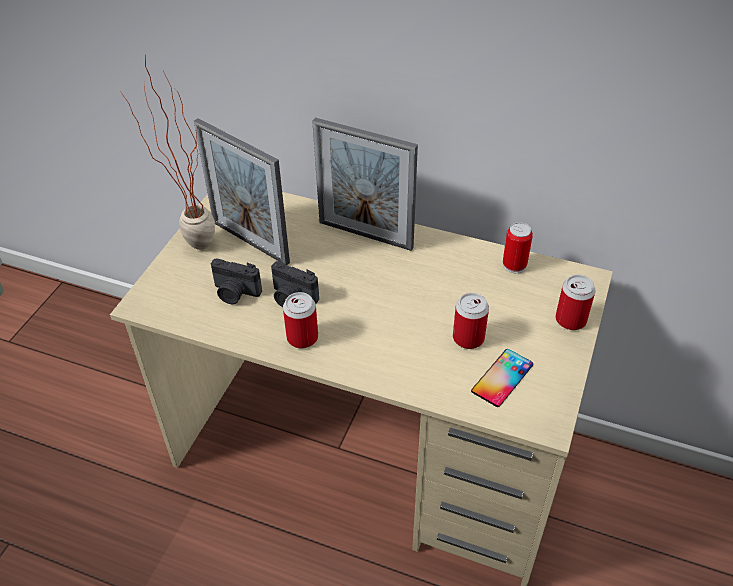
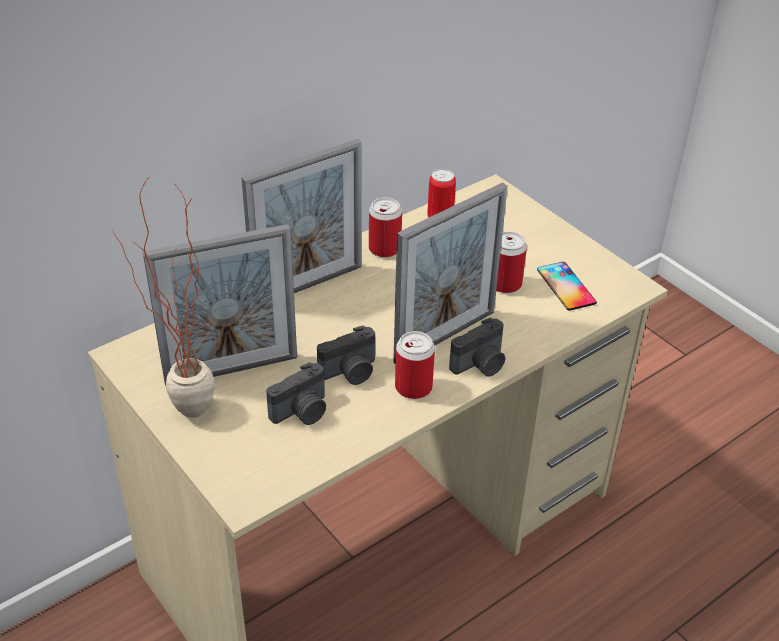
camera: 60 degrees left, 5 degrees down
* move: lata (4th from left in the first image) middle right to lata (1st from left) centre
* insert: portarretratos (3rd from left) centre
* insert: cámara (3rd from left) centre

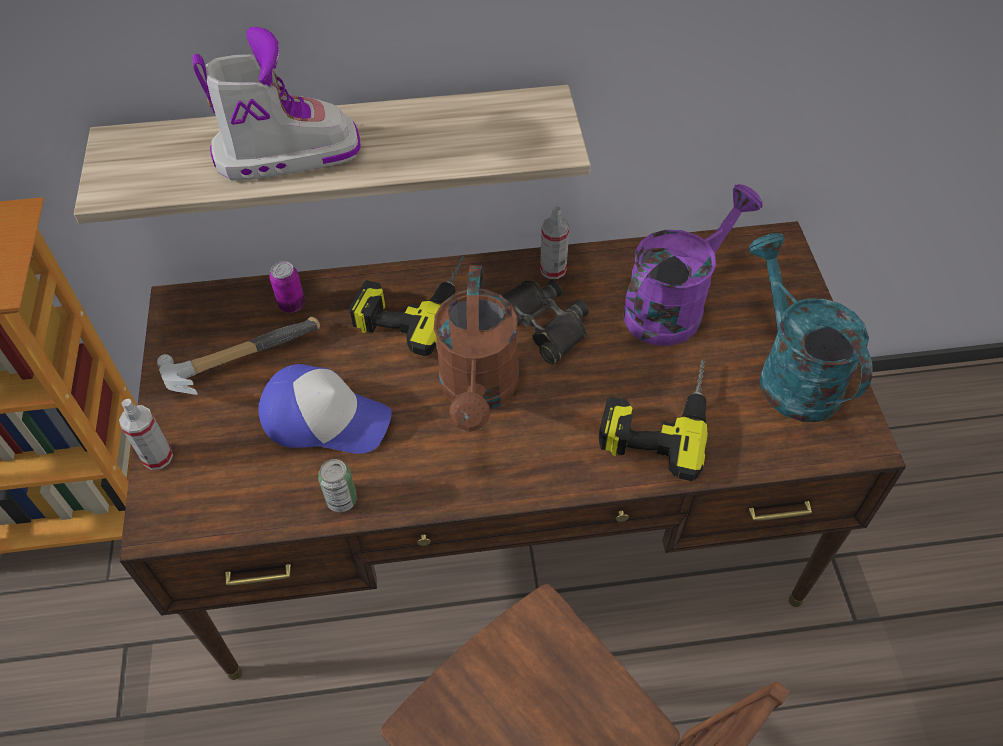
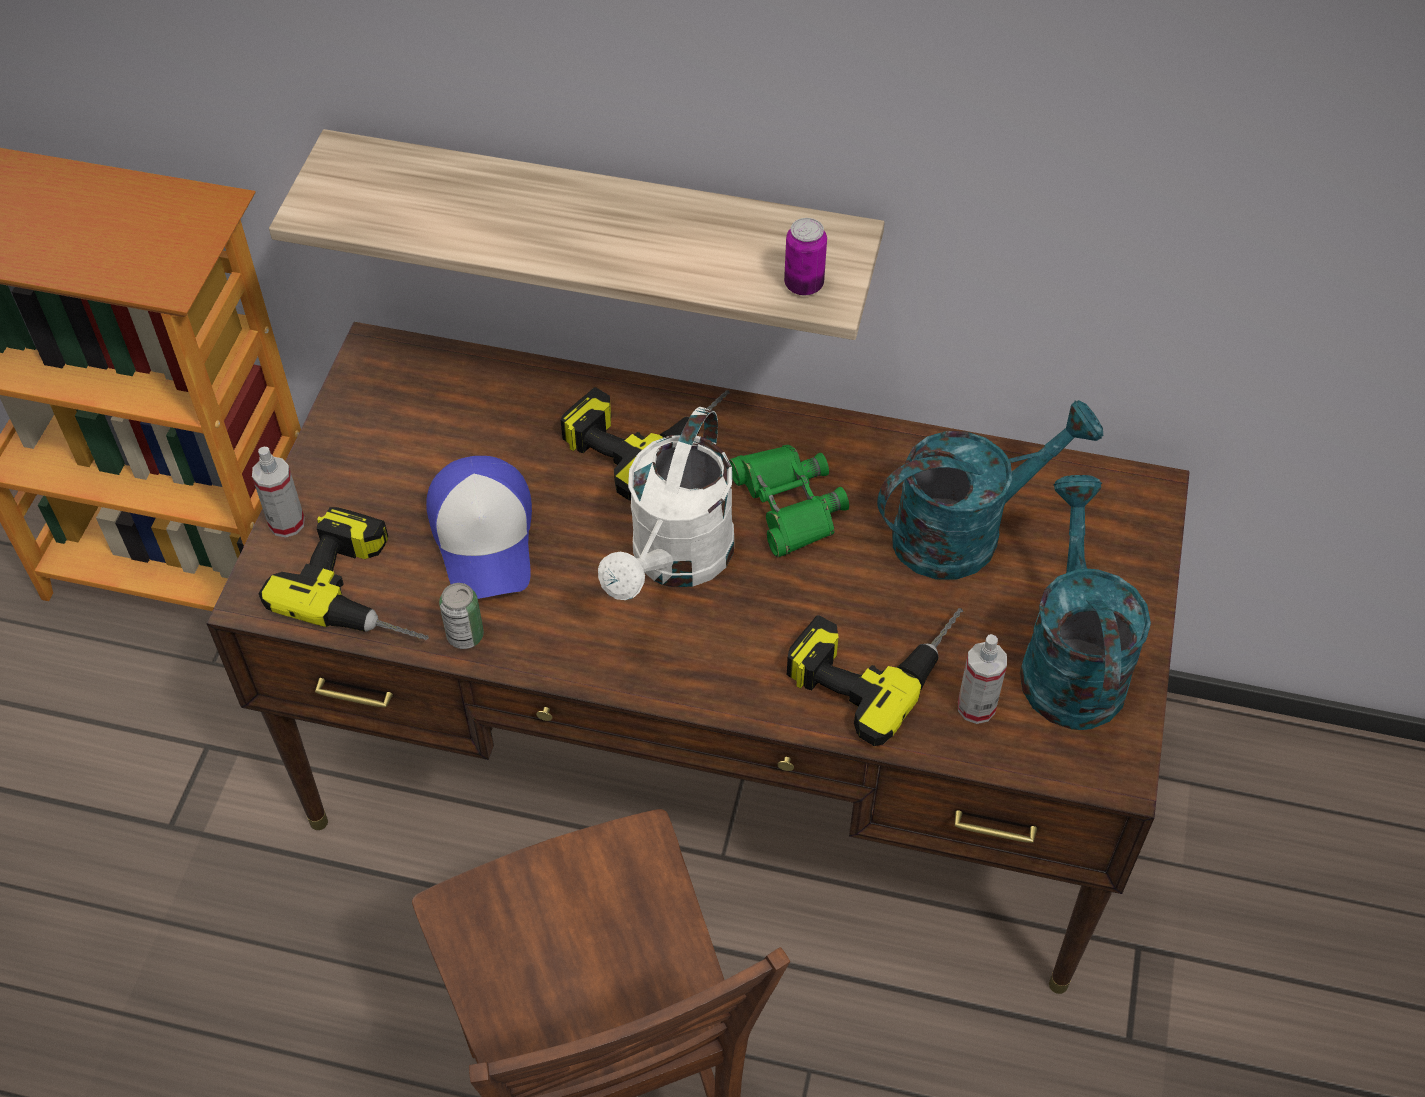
camera: 20 degrees right, 0 degrees up
* delete: bota top left
* recolor: regadera/morado middle right to regadera/turquesa (1st from left) middle right
* move: pulverizador (2nd from left) top centre to middle right
* move: lata (1st from left in the first image) middle left to lata (2nd from left) top centre
* recolor: regadera/marrón centre to regadera/blanco centre
* recolor: prismáticos/negro centre to prismáticos/verde centre
* delete: martillo middle left
* rotate: gorra middle left = centre 45 degrees clockwise
* insert: taladro (1st from left) middle left

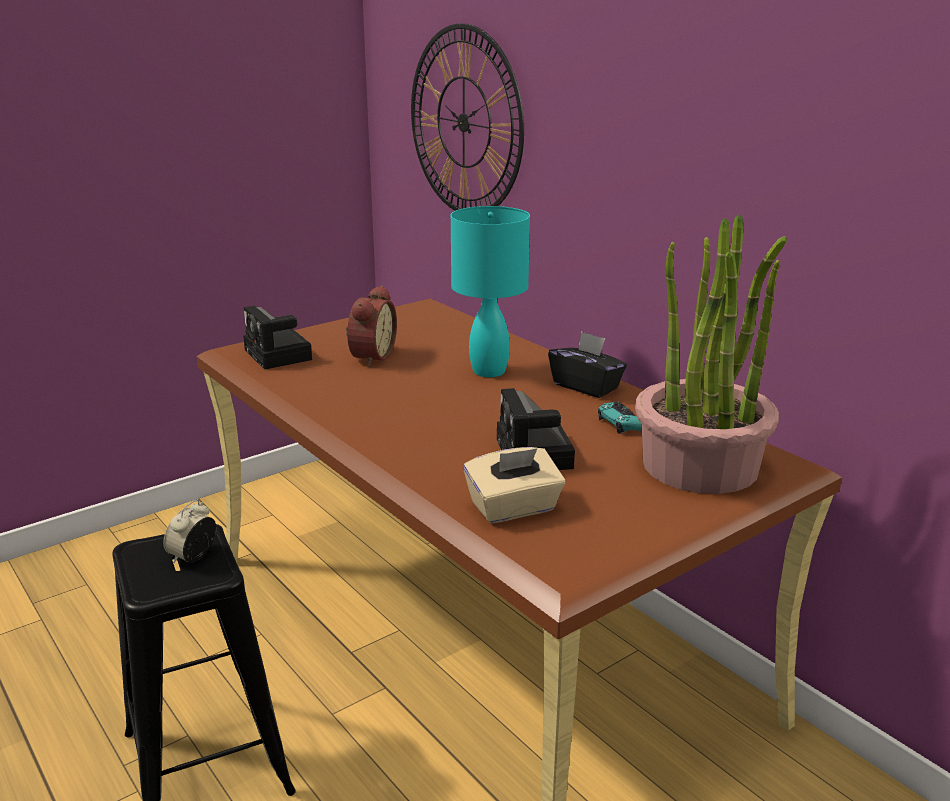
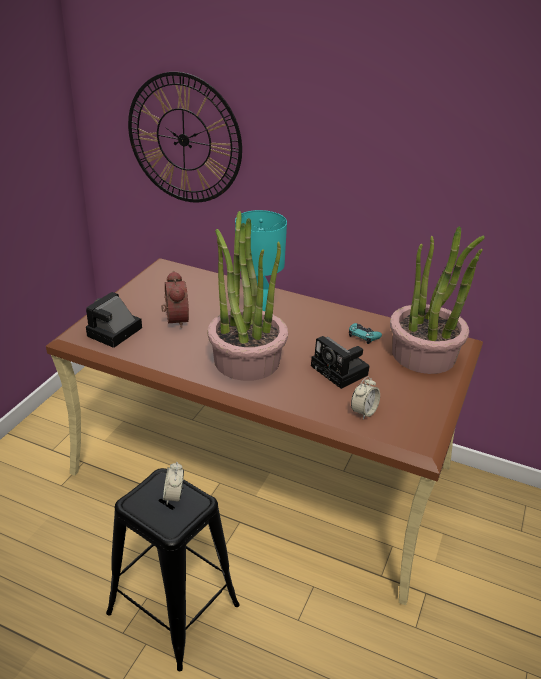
camera: 30 degrees left, 10 degrees up
* rotate: cámara (1st from left) middle left = middle left 90 degrees clockwise
* delete: caja de pañuelos/negro centre
* replace: caja de pañuelos/beis centre to despertador (3rd from left) middle right
* insert: planta en maceta (1st from left) centre

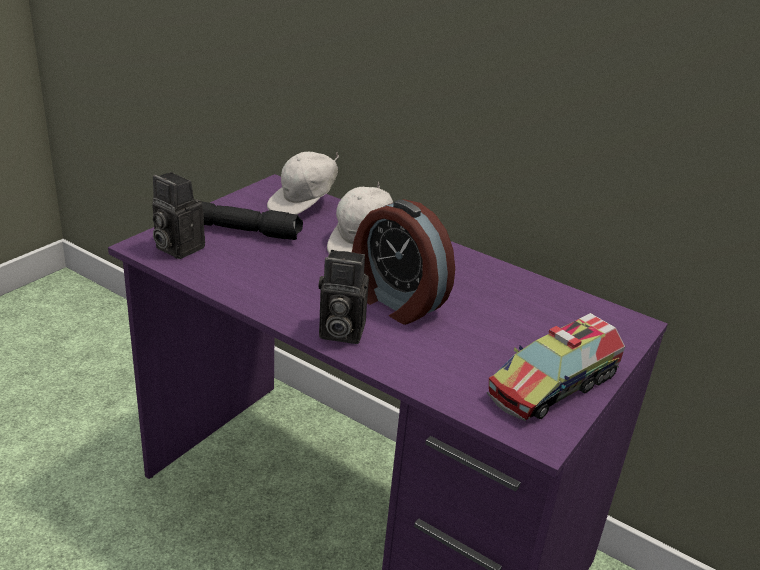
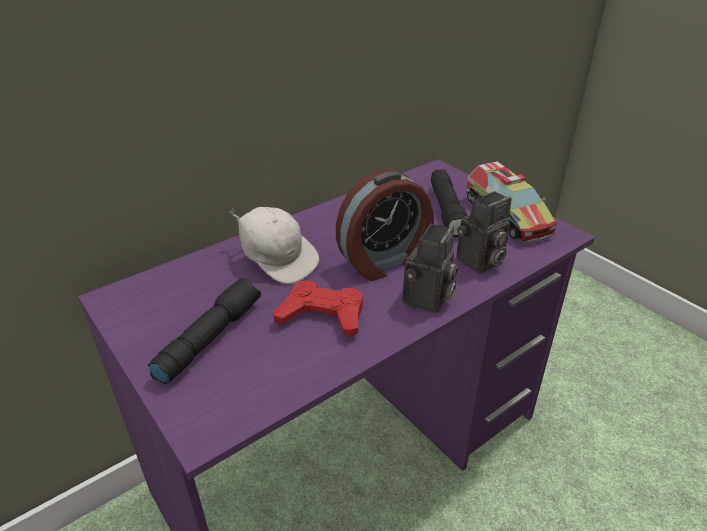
camera: 70 degrees left, 5 degrees up
* delete: gorra/blanco (1st from left) top centre
* move: cámara (1st from left in the first image) middle left to cámara (2nd from left) middle right
* insert: linterna/negro (2nd from left) centre
* insert: mando de consola/rojo centre

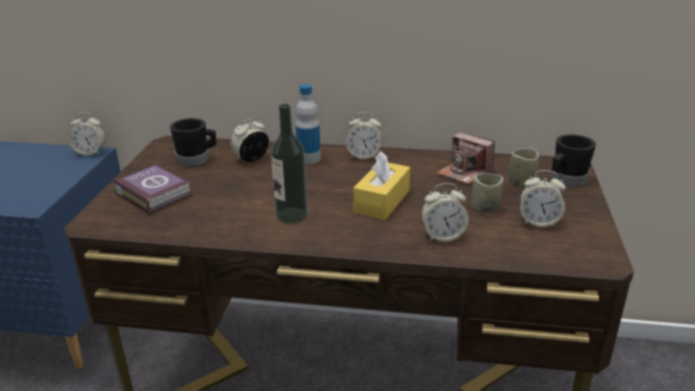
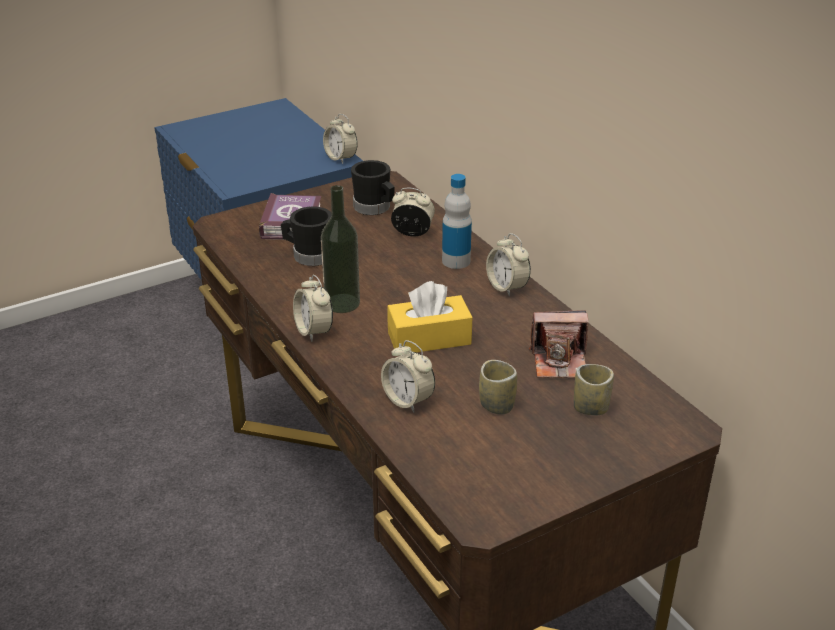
camera: 50 degrees right, 5 degrees up
* rotate: cámara middle right = middle right 90 degrees counterclockwise
* move: taza grande/negro (2nd from left in the first image) middle right to taza grande/negro (1st from left) centre
* move: despertador (5th from left in the first image) middle right to despertador (1st from left) centre

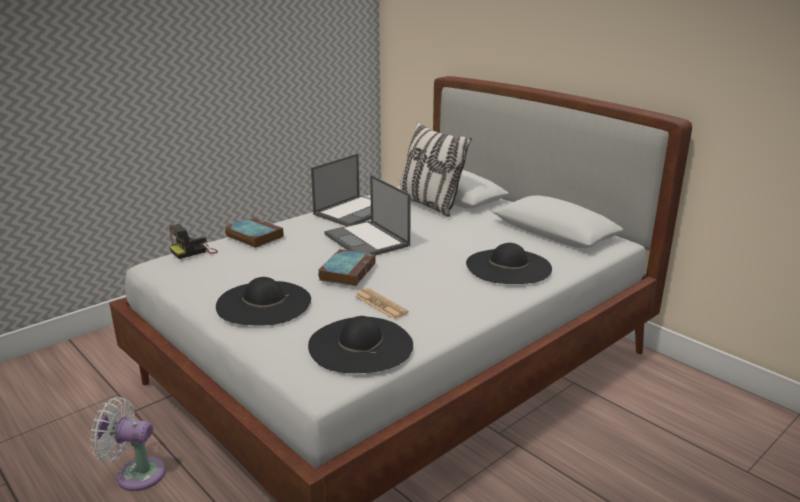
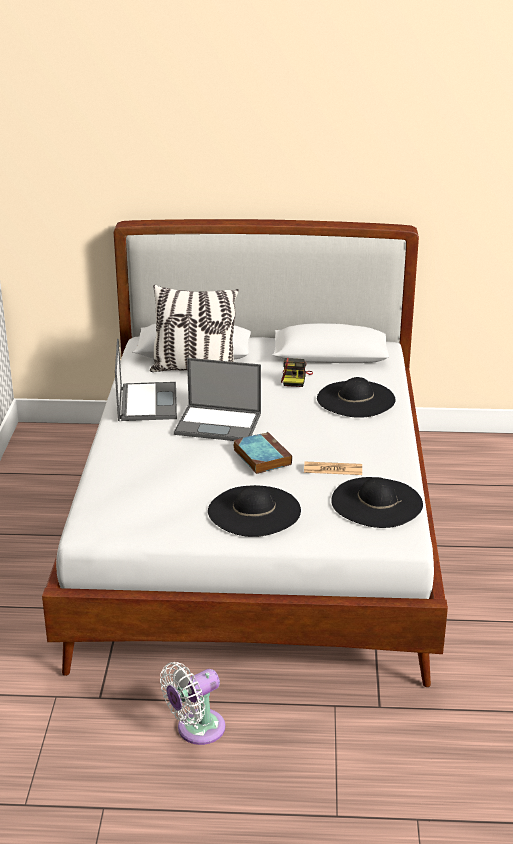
camera: 45 degrees left, 5 degrees up
* delete: libro (1st from left) middle left
* move: cámara middle left to centre

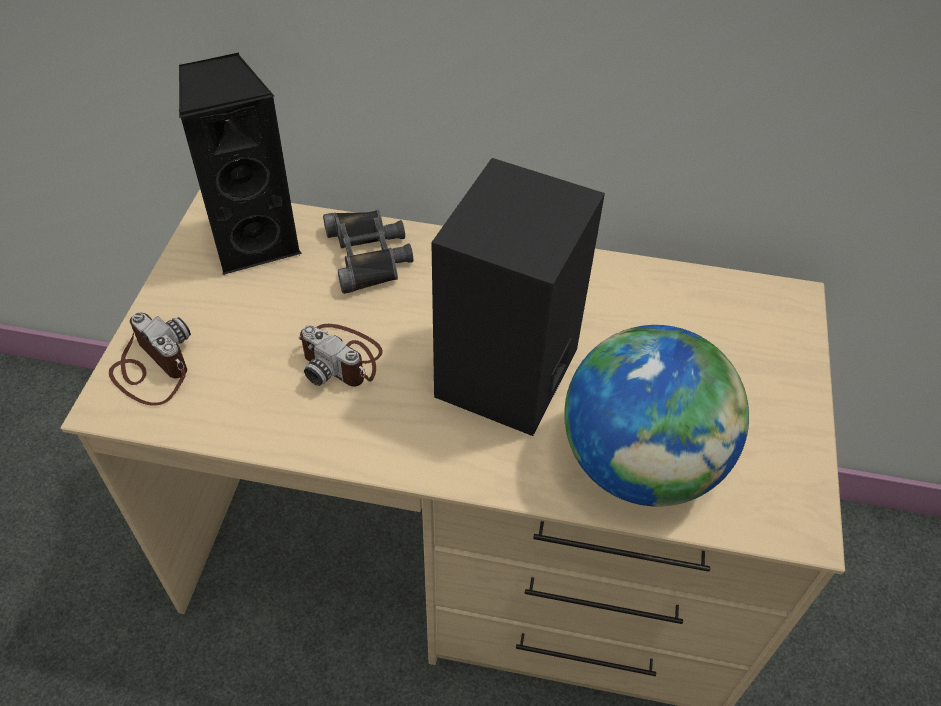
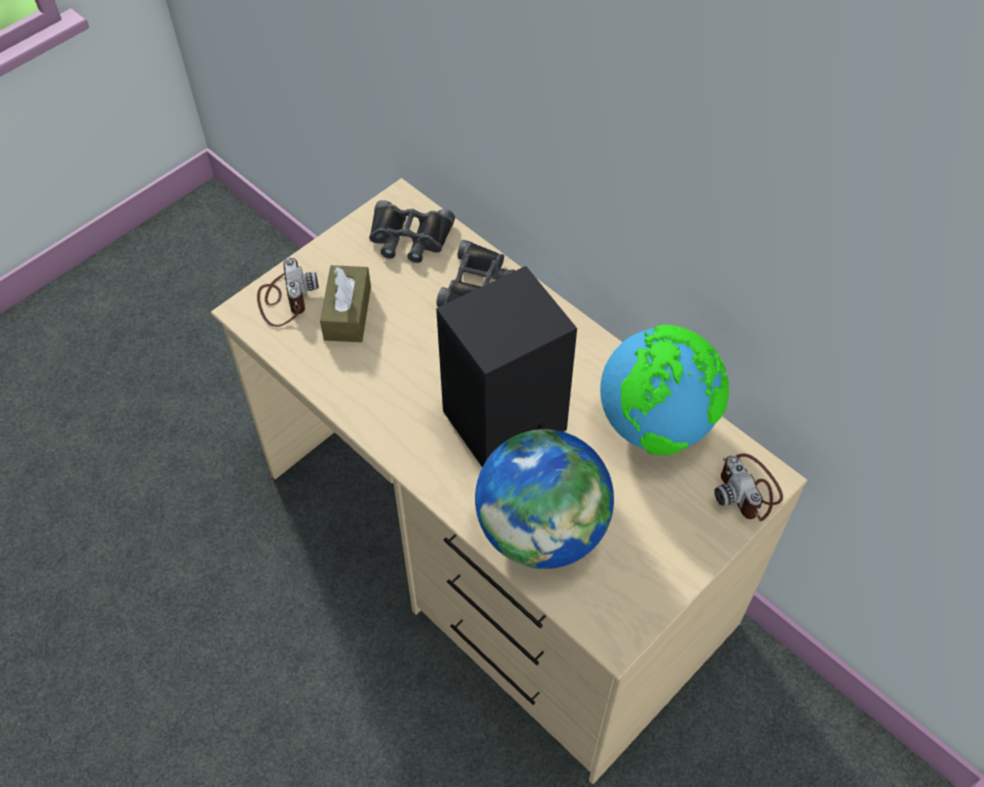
camera: 35 degrees right, 5 degrees up
* replace: altavoz/negro (1st from left) top left to prismáticos/negro (1st from left) top centre
* move: cámara (2nd from left) centre to middle right
* insert: caja de pañuelos/marrón centre
* insert: globo terráqueo (2nd from left) middle right

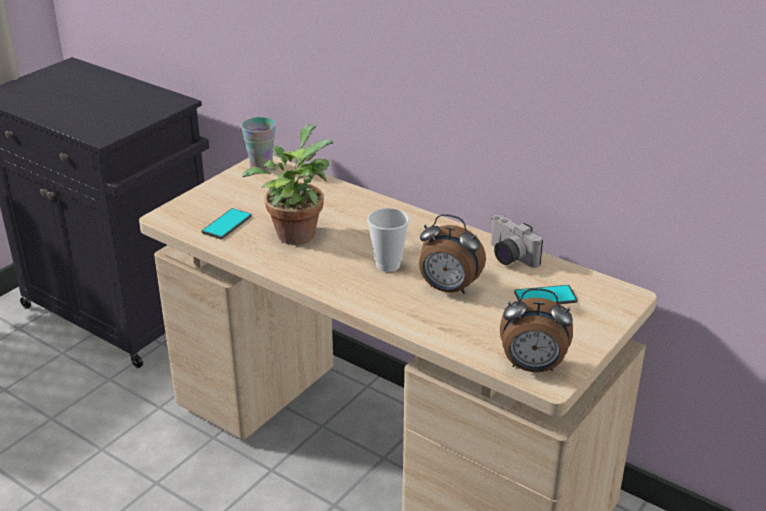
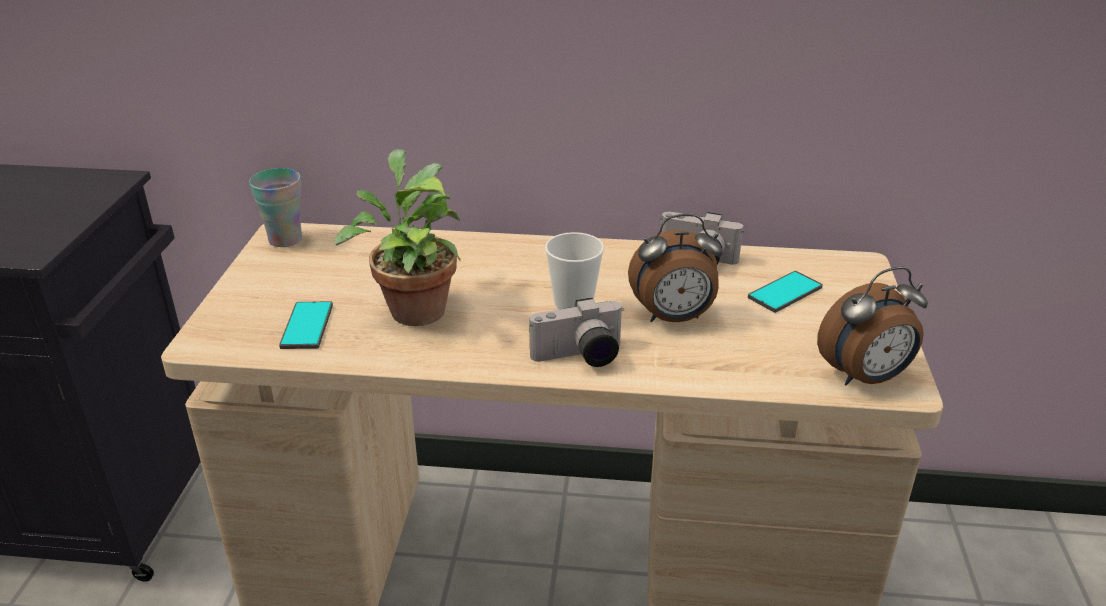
camera: 30 degrees left, 0 degrees up
* insert: cámara (1st from left) centre

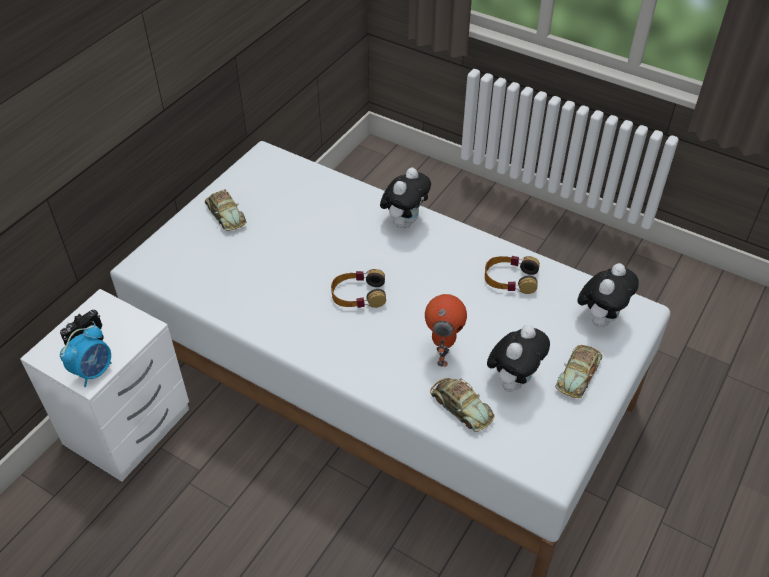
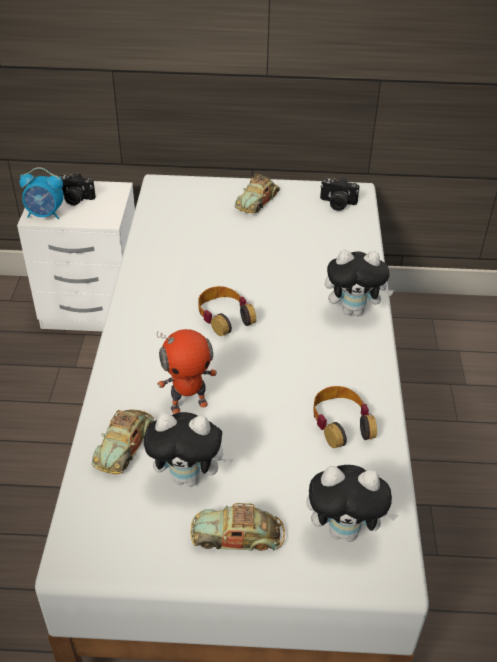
camera: 60 degrees right, 5 degrees down
* insert: cámara (2nd from left) top right

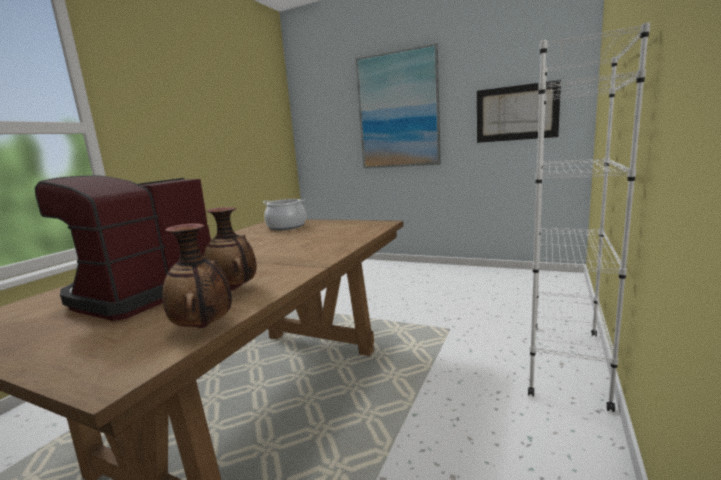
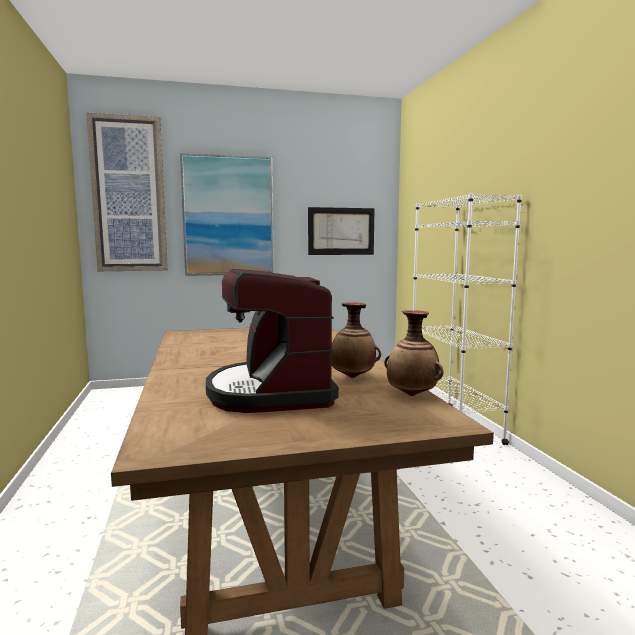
camera: 40 degrees left, 5 degrees down
* delete: olla centre
* insert: cuadro (1st from left) top left

